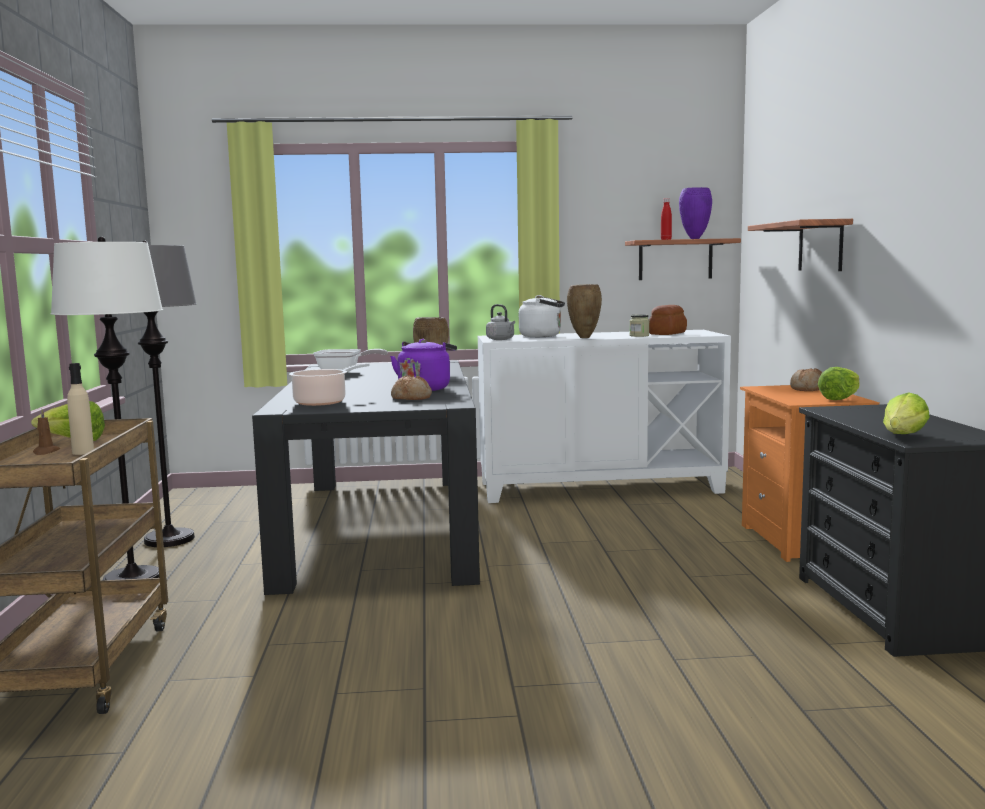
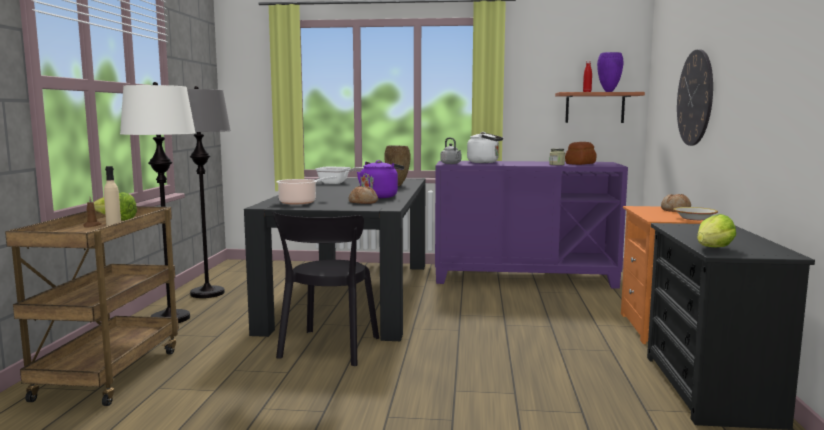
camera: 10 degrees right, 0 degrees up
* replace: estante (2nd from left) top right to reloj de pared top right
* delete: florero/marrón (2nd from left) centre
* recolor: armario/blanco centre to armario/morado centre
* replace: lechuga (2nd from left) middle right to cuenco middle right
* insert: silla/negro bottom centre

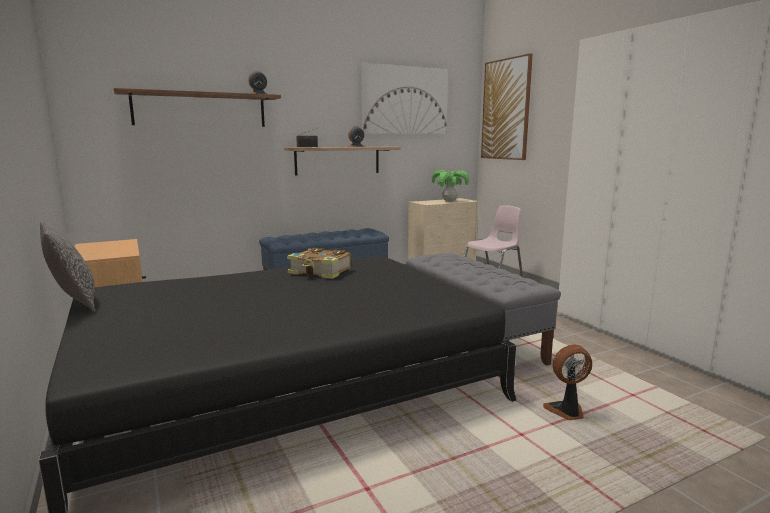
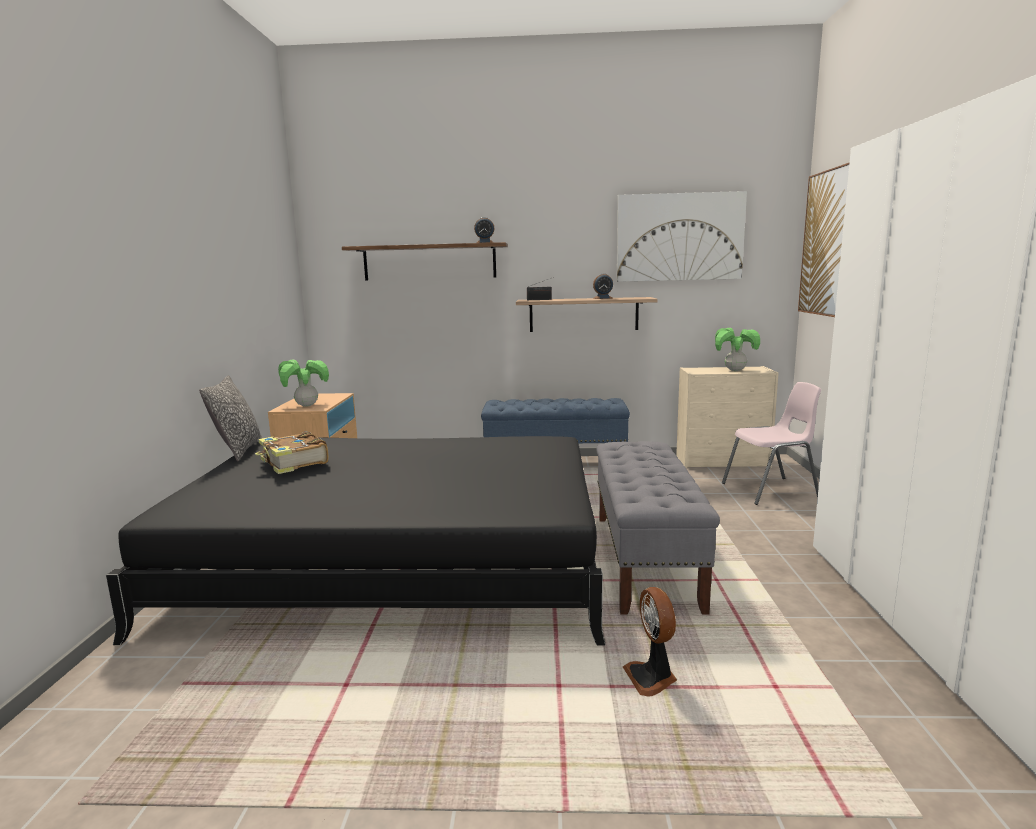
camera: 30 degrees right, 0 degrees up
* move: libro centre to middle left
* rotate: ventilador bottom right = bottom centre 120 degrees counterclockwise
* insert: planta en maceta (1st from left) middle left

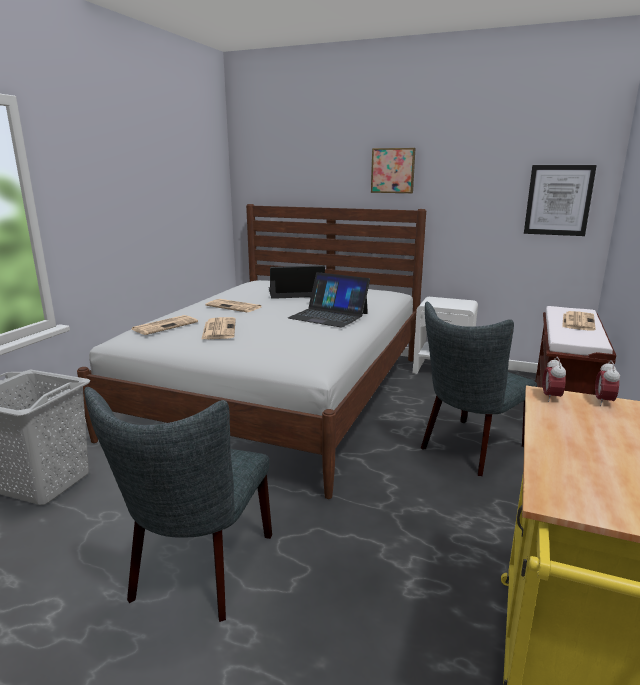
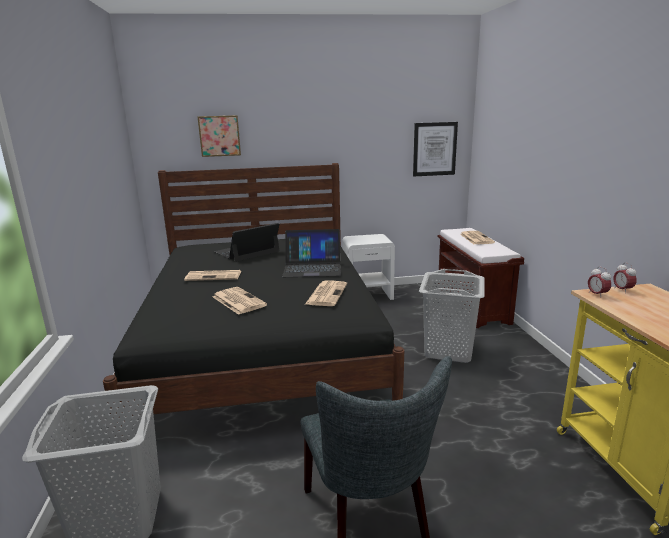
camera: 30 degrees left, 0 degrees up
* move: cuadro (1st from left) top centre to top left
* recolor: cama/blanco centre to cama/negro centre
* replace: silla/gris (2nd from left) middle right to cesto de la ropa/gris (2nd from left) middle right
* move: periódico (1st from left in the first image) middle left to periódico (3rd from left) centre

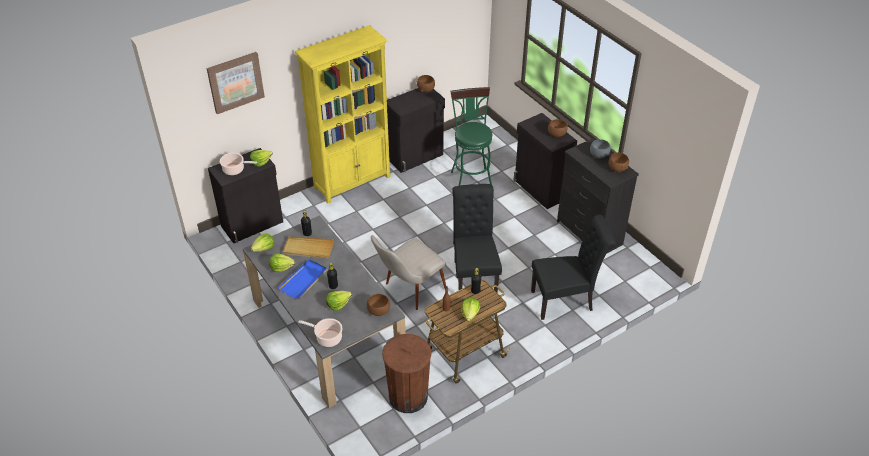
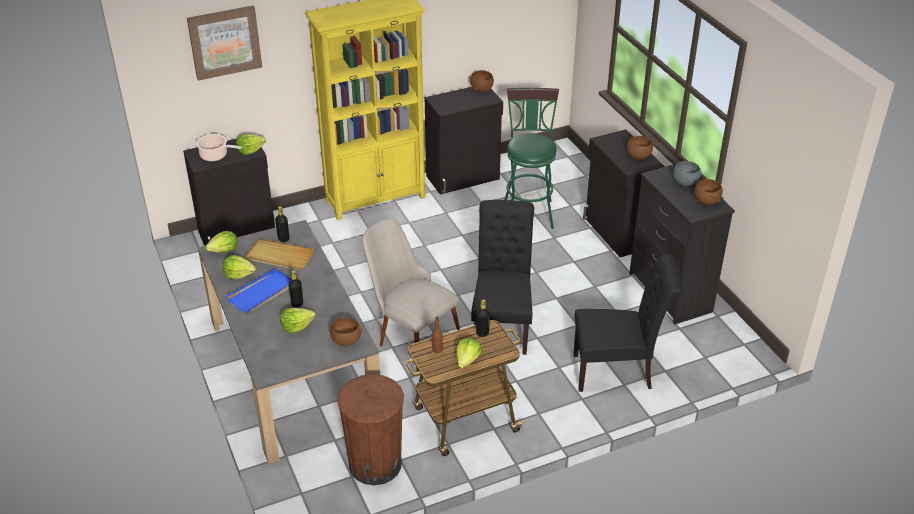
camera: 10 degrees right, 5 degrees down
* rotate: silla/beis centre = centre 75 degrees clockwise
* delete: olla (2nd from left) bottom centre

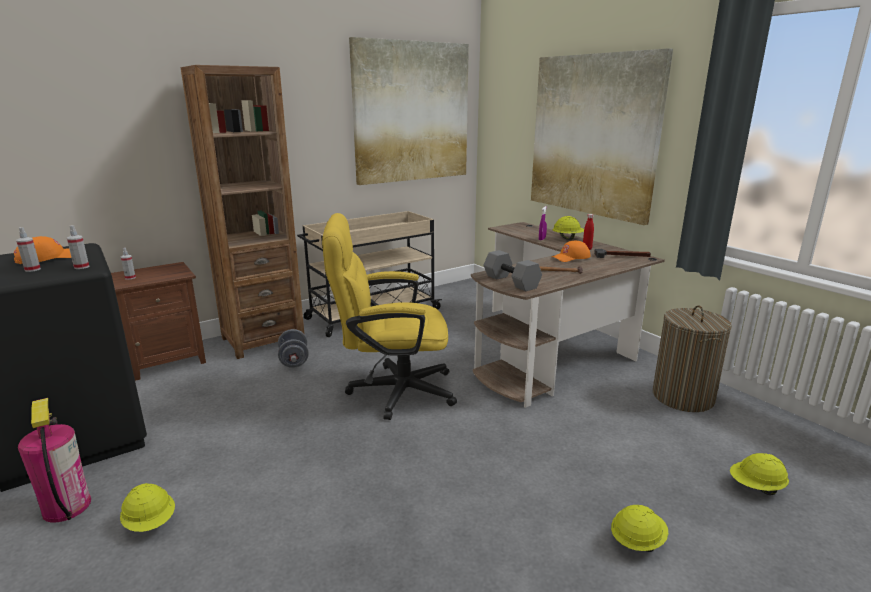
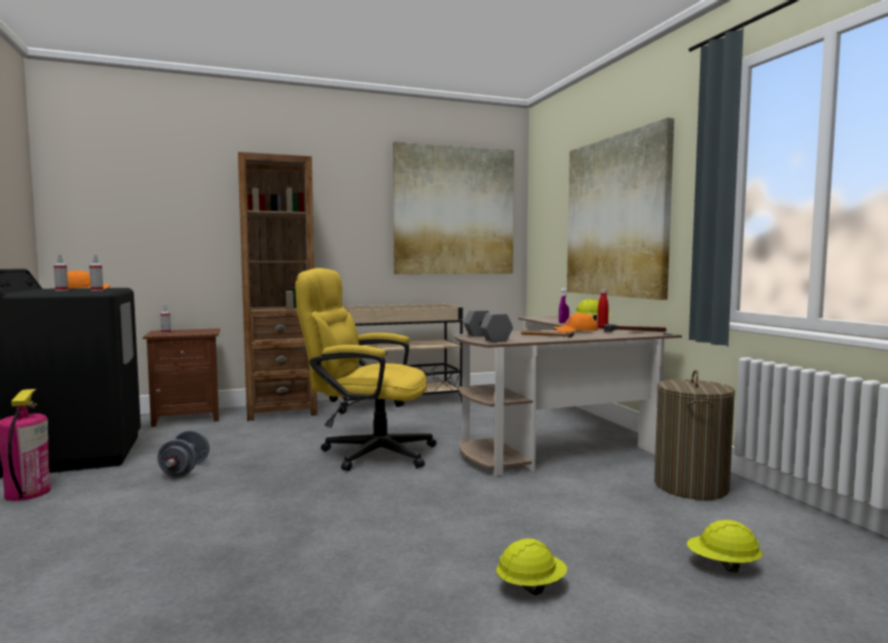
camera: 15 degrees right, 15 degrees down
* move: mancuerna/gris (1st from left) centre to bottom left
* delete: casco/amarillo (1st from left) bottom left

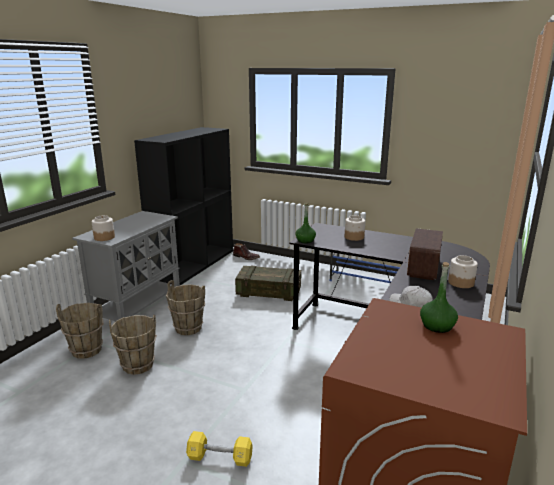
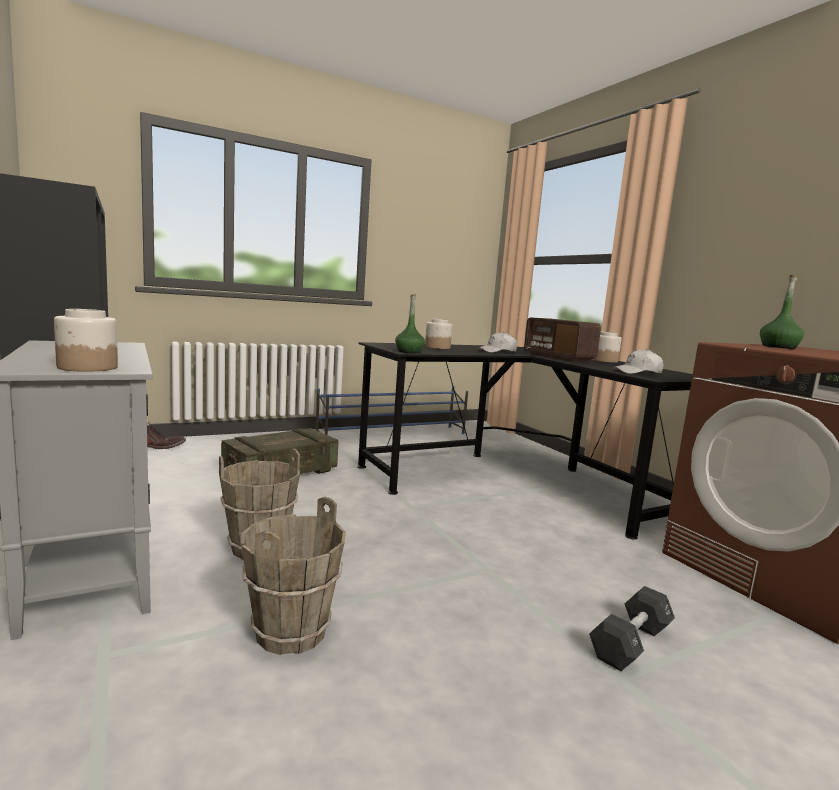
camera: 55 degrees left, 10 degrees down
* delete: cubo/marrón (1st from left) bottom left
* recolor: mancuerna/amarillo bottom centre to mancuerna/negro bottom right
* insert: gorra/blanco (1st from left) centre

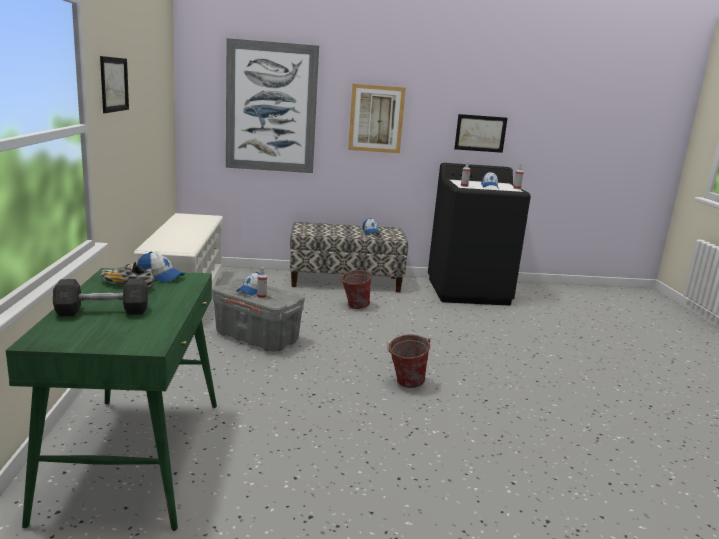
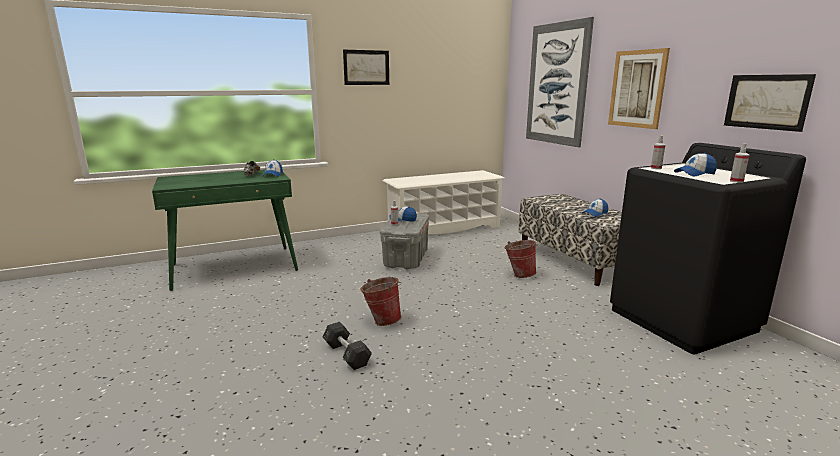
camera: 70 degrees right, 0 degrees up
* move: mancuerna/gris middle left to bottom centre

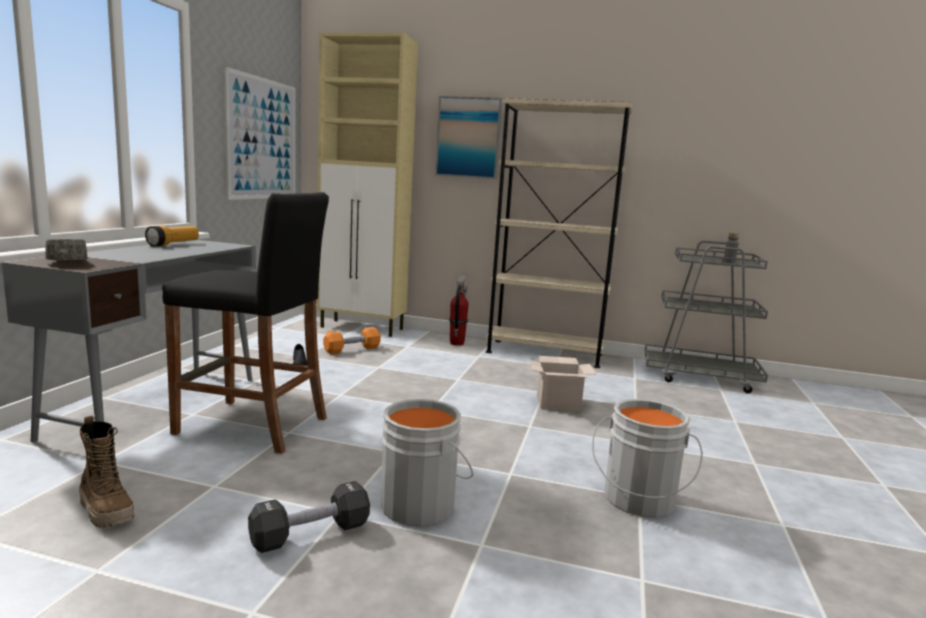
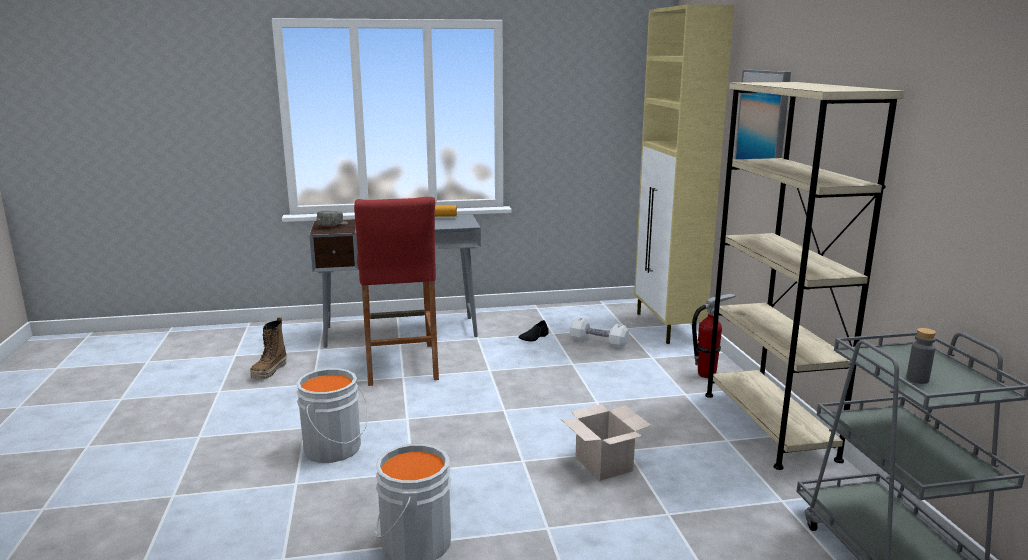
camera: 65 degrees right, 5 degrees up
* delete: cuadro (1st from left) top left
* recolor: taburete/negro middle left to taburete/rojo centre
* recolor: mancuerna/naranja centre to mancuerna/blanco centre
* delete: mancuerna/negro bottom centre

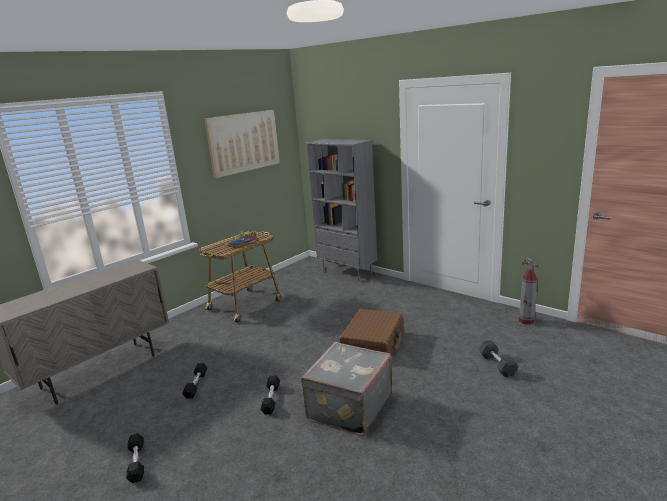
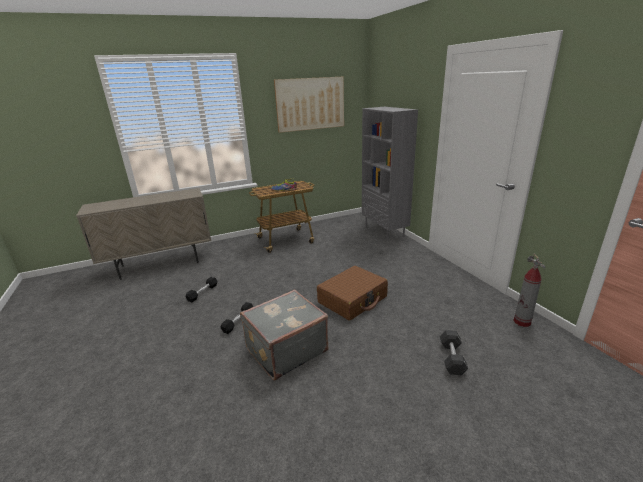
camera: 25 degrees right, 5 degrees up
* delete: mancuerna/negro (1st from left) bottom left

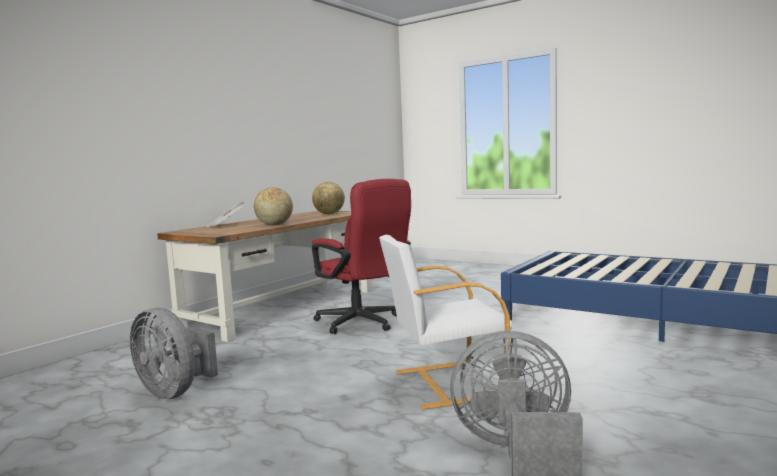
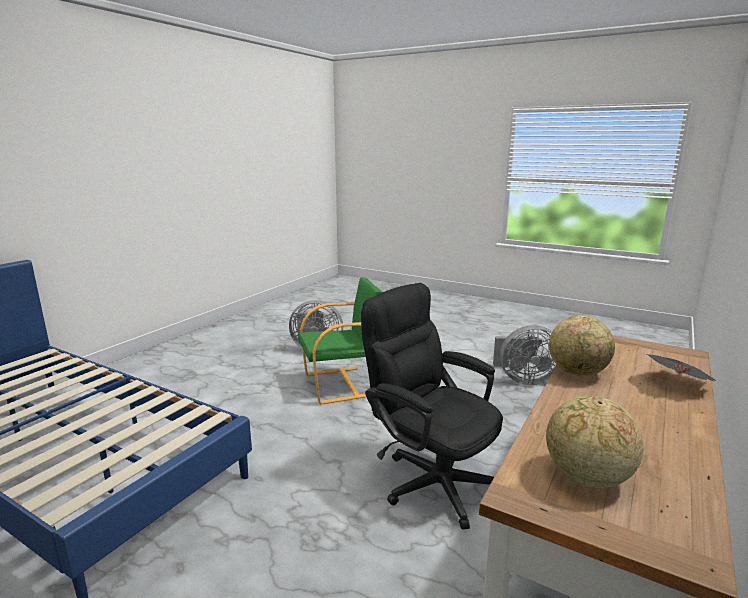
camera: 175 degrees right, 10 degrees up
* recolor: silla de oficina/rojo centre to silla de oficina/negro bottom centre
* recolor: sillón/blanco bottom centre to sillón/verde centre
* rotate: ventilador/gris (1st from left in the first image) bottom left = middle right 150 degrees clockwise

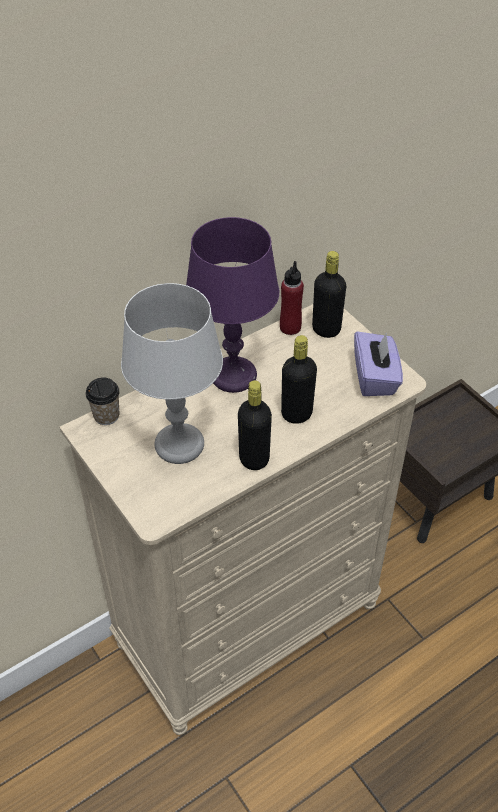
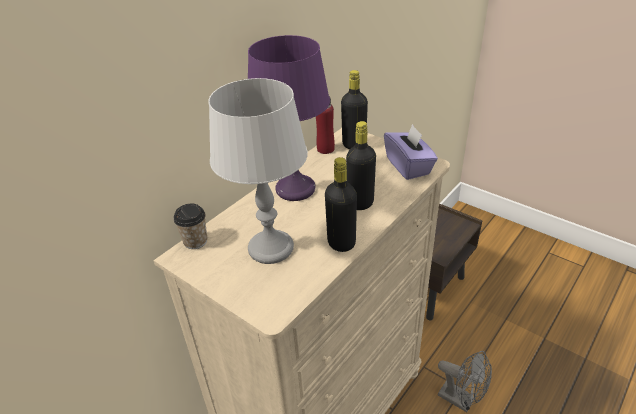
camera: 15 degrees left, 10 degrees down
* insert: ventilador/gris bottom right

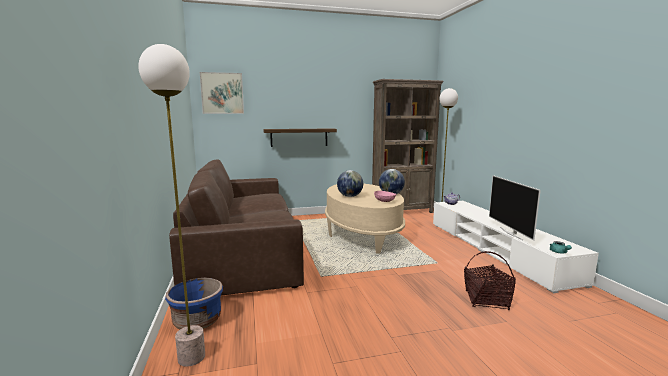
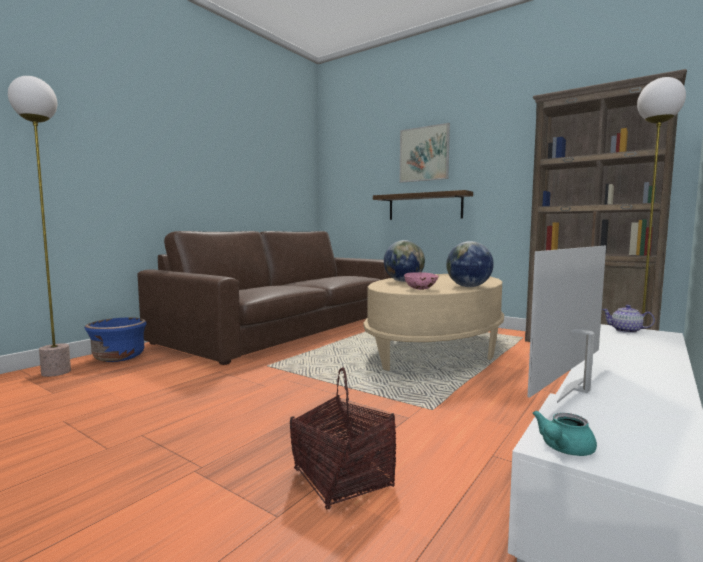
camera: 50 degrees right, 5 degrees down
* move: cuadro top left to top centre

